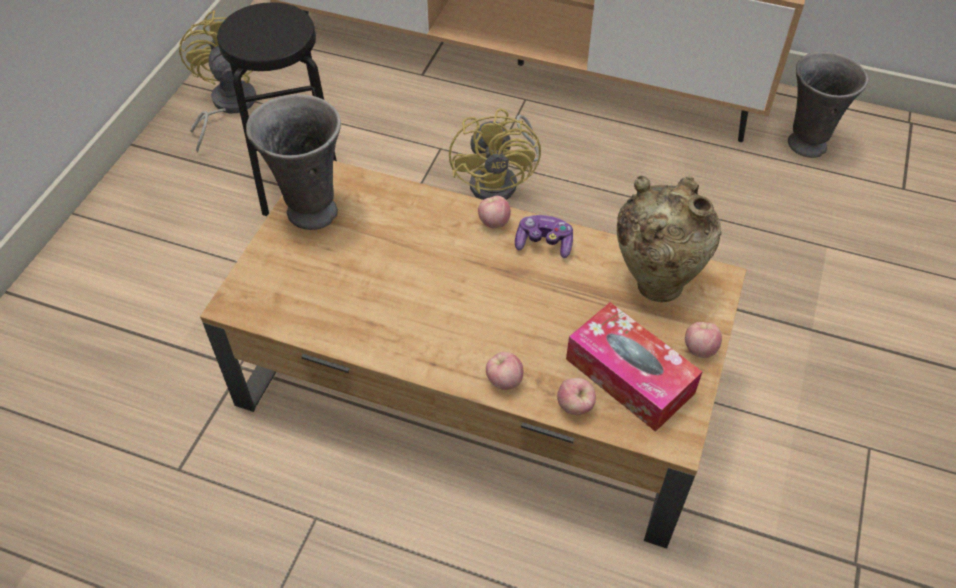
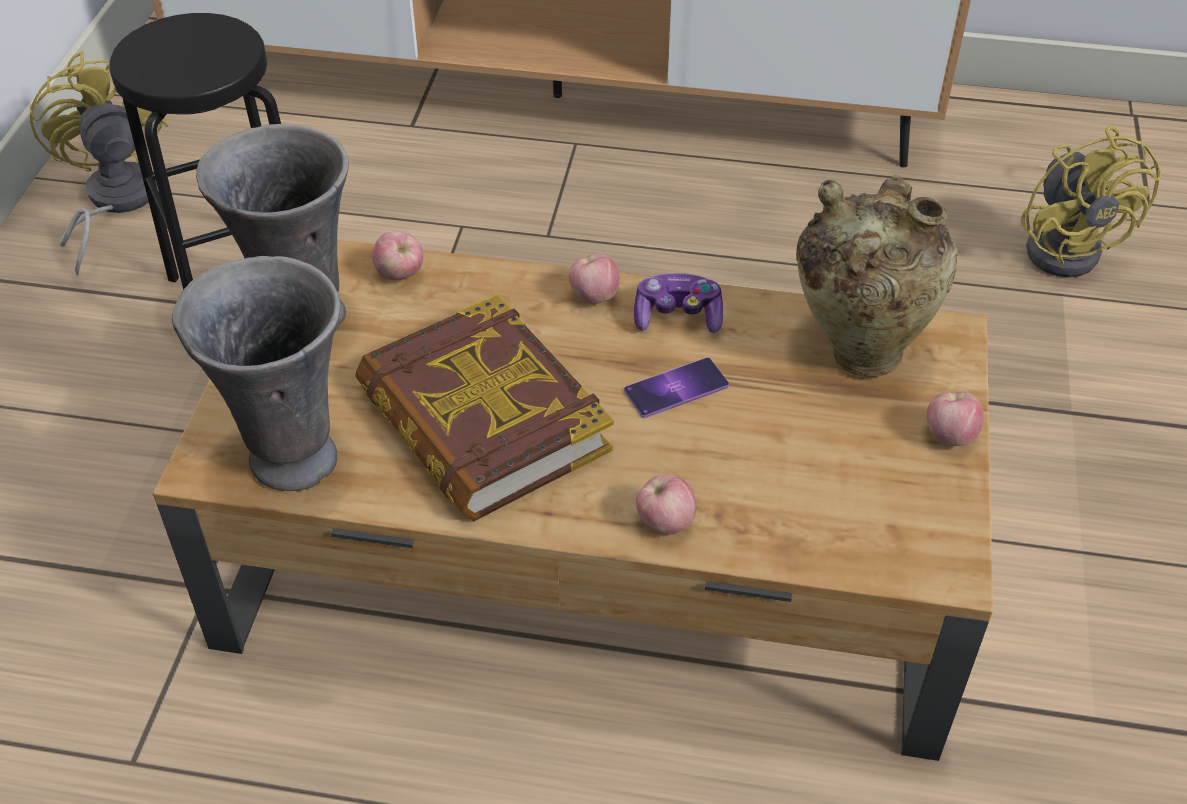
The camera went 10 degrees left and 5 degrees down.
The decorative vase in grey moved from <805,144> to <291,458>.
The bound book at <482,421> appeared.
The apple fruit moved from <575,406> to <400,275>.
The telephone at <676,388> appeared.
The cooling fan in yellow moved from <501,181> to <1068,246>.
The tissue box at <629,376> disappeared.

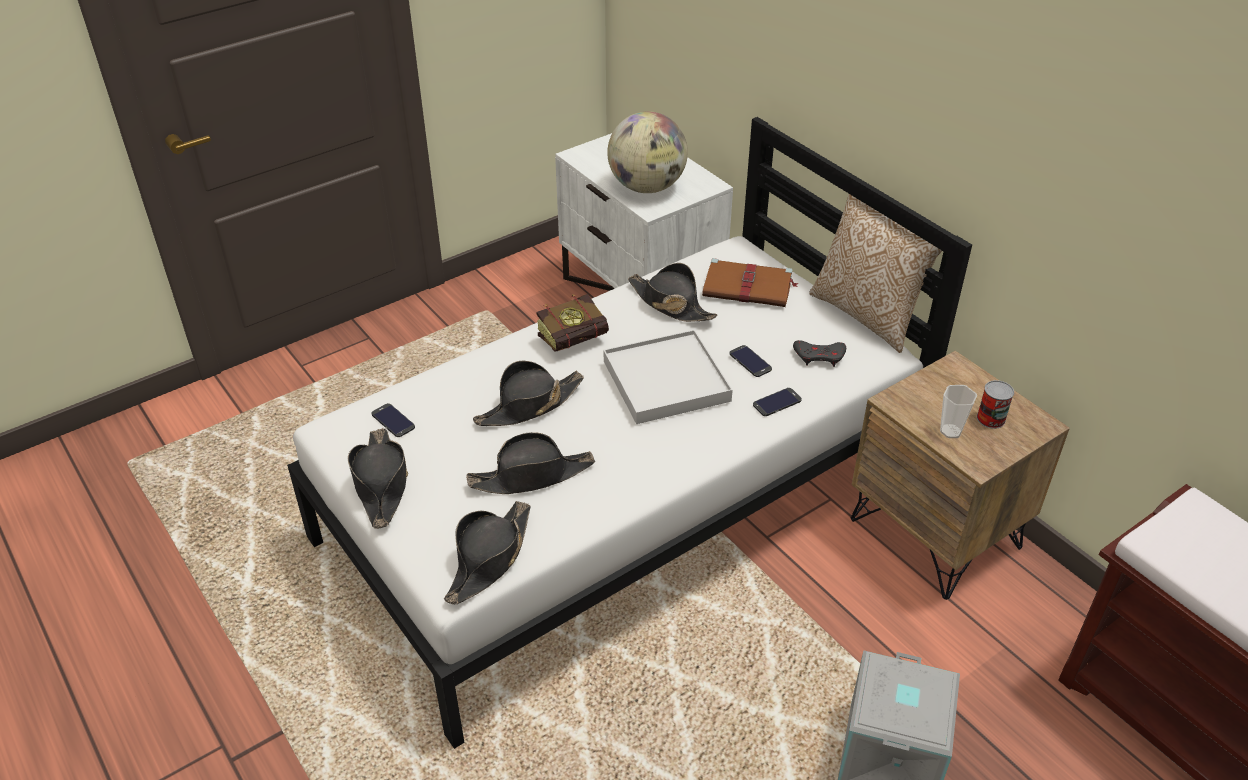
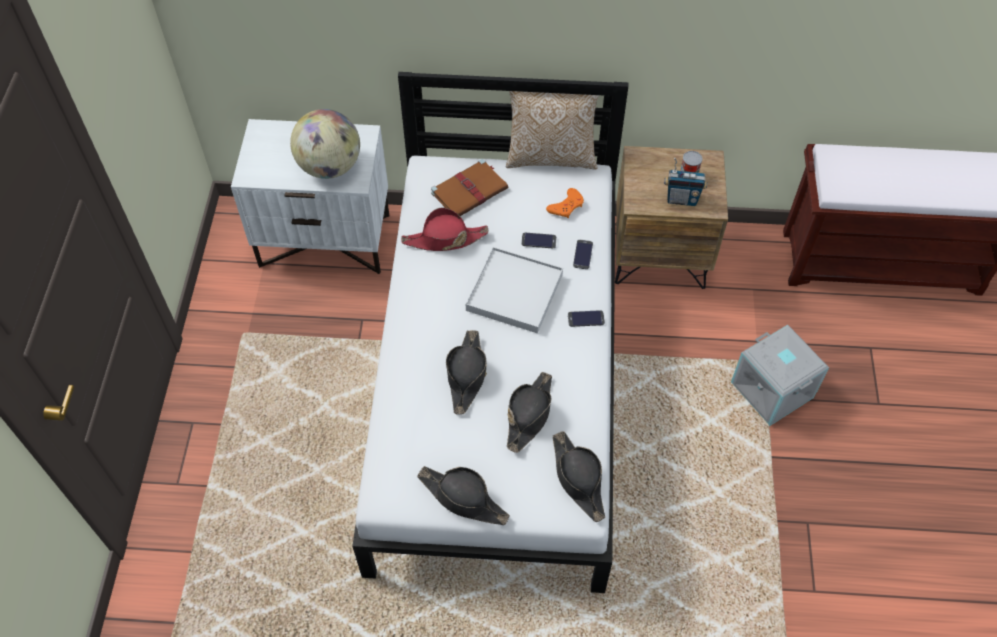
The camera went 50 degrees left and 15 degrees up.
The clothing hat in black-coloured at <670,303> became the clothing hat in reddish at <444,239>.
The joypad in grey at <819,356> became the joypad in orange at <566,206>.
The telephone moved from <393,420> to <586,318>.
The small cup at <950,431> was replaced by the radio receiver at <681,199>.
The bound book at <579,339> disappeared.

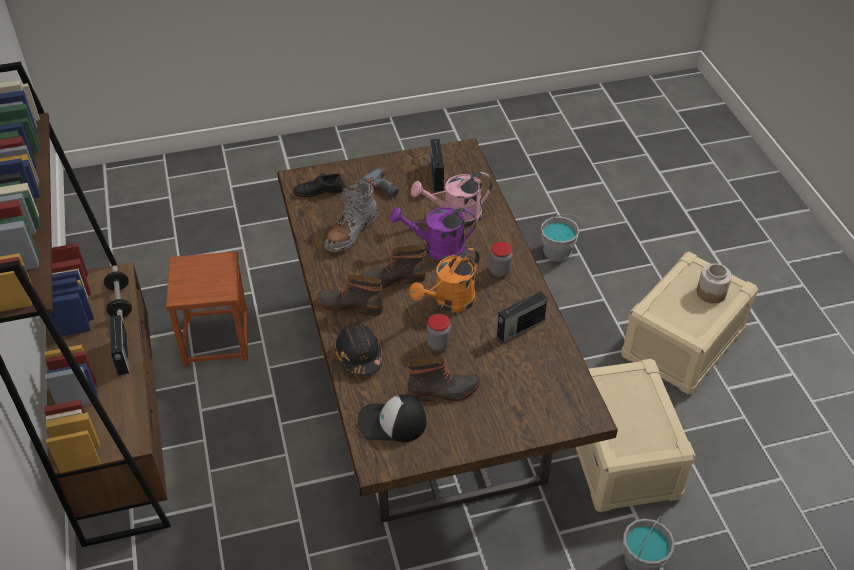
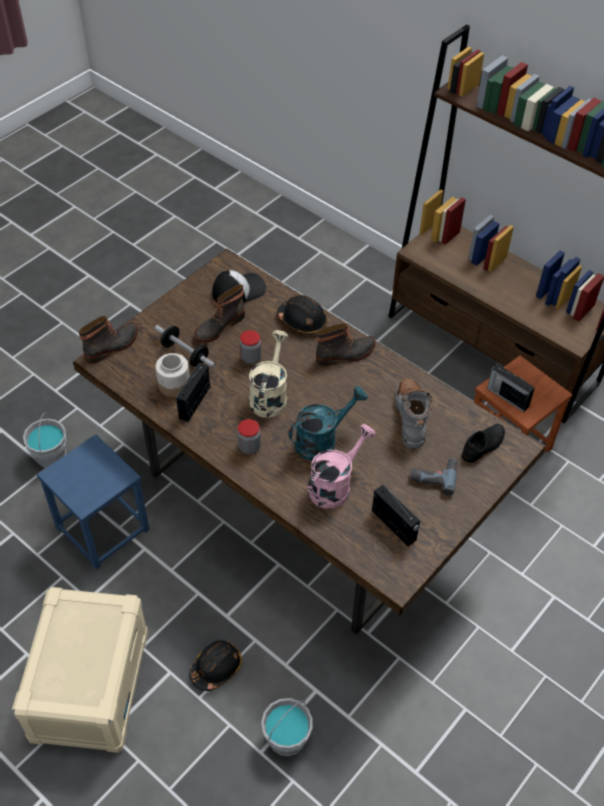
The camera went 145 degrees right and 5 degrees up.
The storage box in beige at <621,455> was replaced by the stool in blue-coloured at <102,529>.
The high-top boot moved from <392,278> to <112,346>.
The dumbbell moved from <120,302> to <185,354>.
The preserve jar moved from <711,292> to <174,385>.
The safety helmet in black-coloured at <216,668> appeared.
The sprinkling can in orange at <449,302> became the sprinkling can in beige at <269,395>.
The sprinkling can in purple at <437,249> became the sprinkling can in turquoise-coloured at <322,440>.
The radio receiver moved from <122,356> to <507,397>.

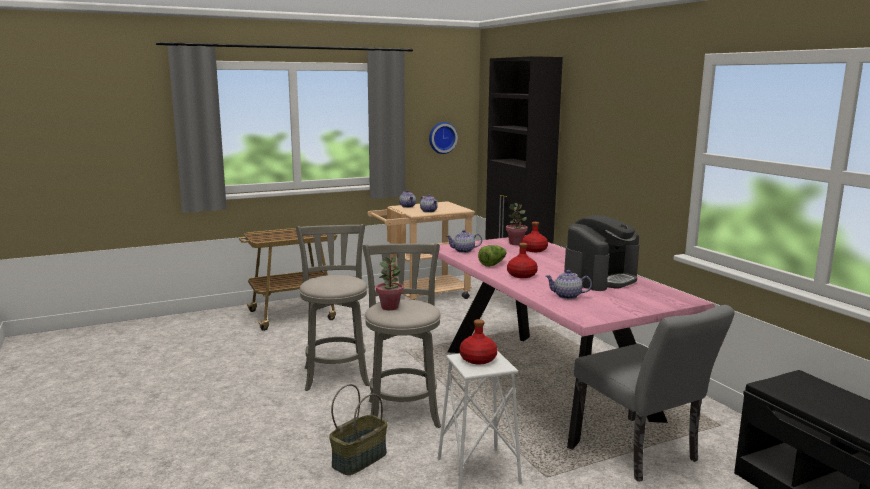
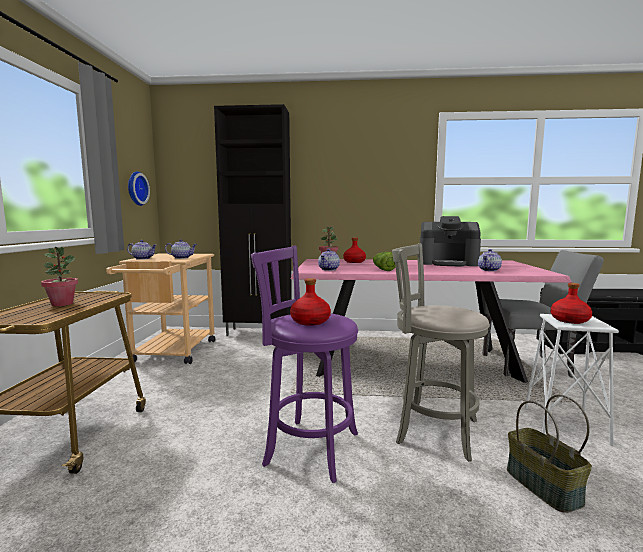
The camera went 60 degrees left and 5 degrees down.
The houseplant moved from <390,307> to <62,304>.
The stool in grey at <336,374> became the stool in purple at <307,447>.
The drink bottle in reddish moved from <522,275> to <310,321>.
The coffee brewer at <600,279> turned 120 degrees clockwise.

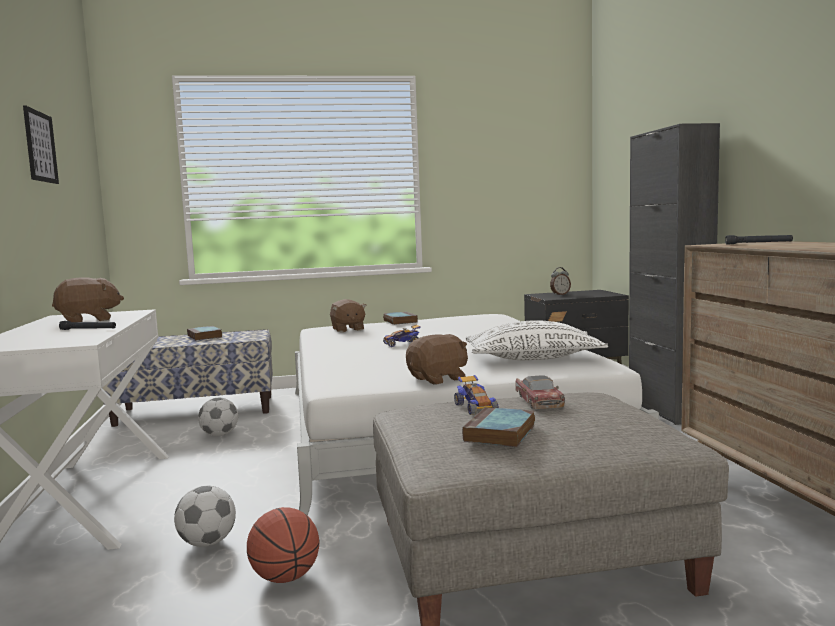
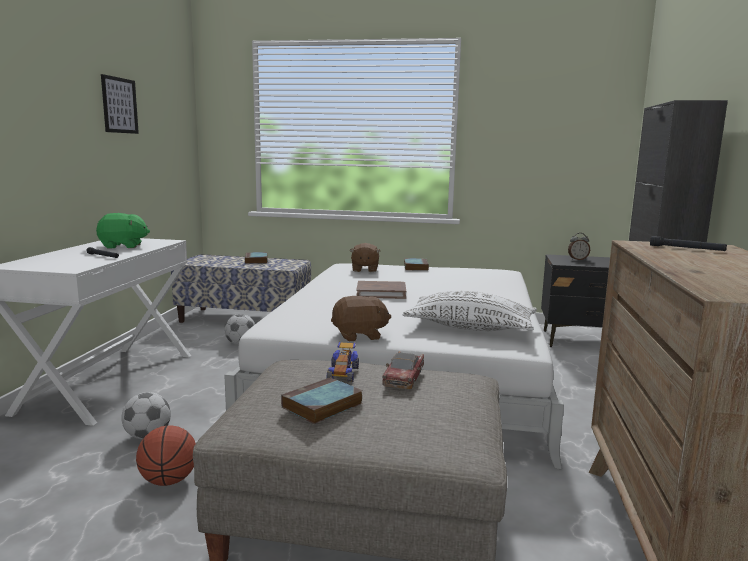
The camera went 20 degrees right and 5 degrees up.
The plush toy in brownish at <88,320> became the plush toy in greenish at <123,246>.
The model car at <402,344> was replaced by the bound book in brownish at <381,293>.

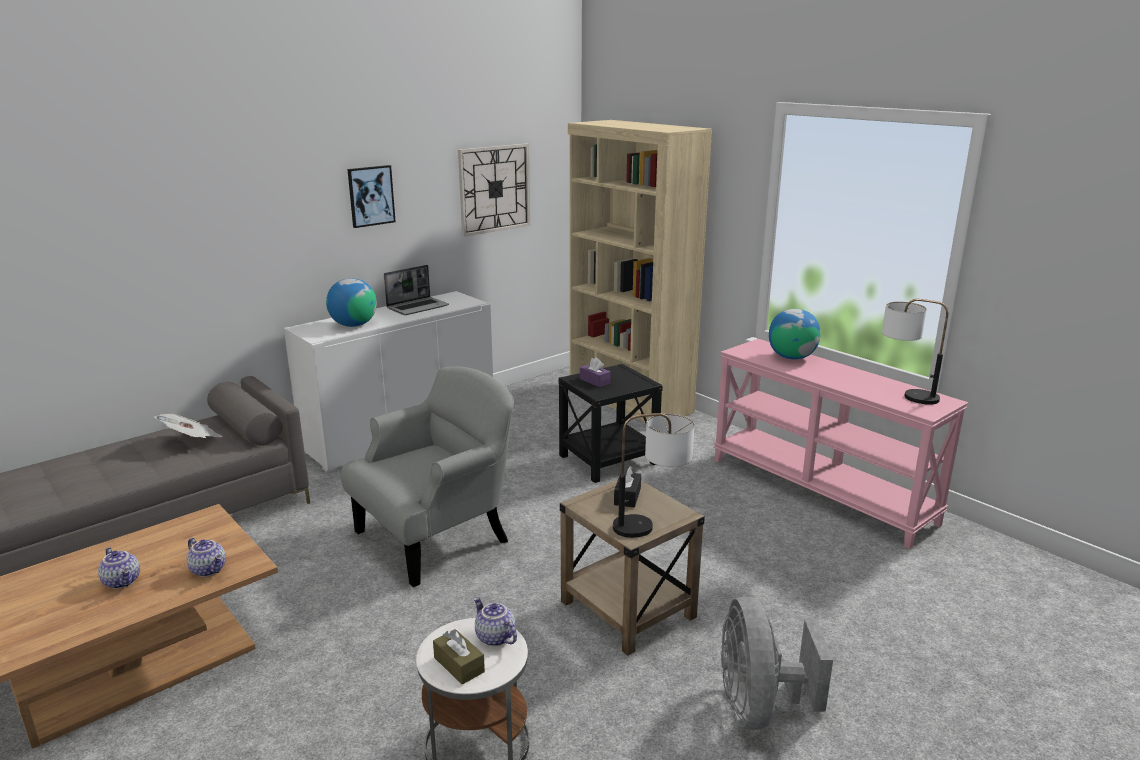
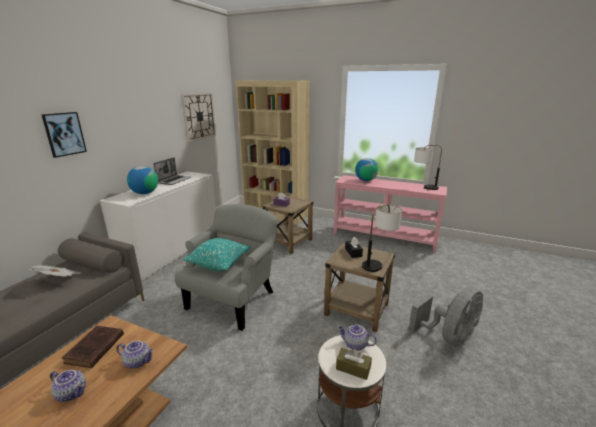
The camera went 25 degrees left and 0 degrees up.
The picture moved from <371,196> to <64,134>.
The bound book in brownish at <94,349> appeared.
The pillow in turquoise-coloured at <219,265> appeared.
The side table in black-coloured at <608,460> became the side table in beige at <288,242>.
The cooling fan in grey at <759,707> turned 105 degrees counterclockwise.

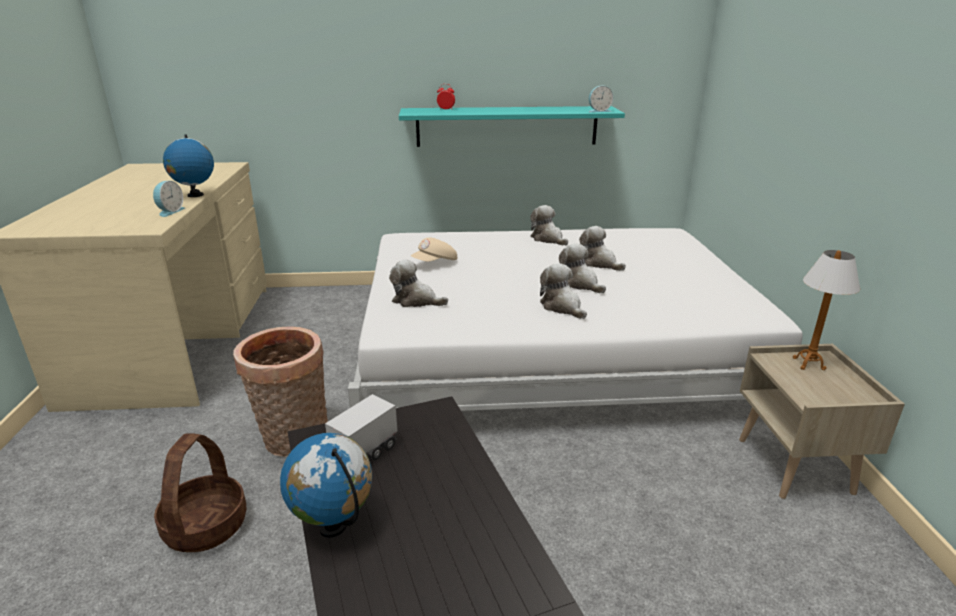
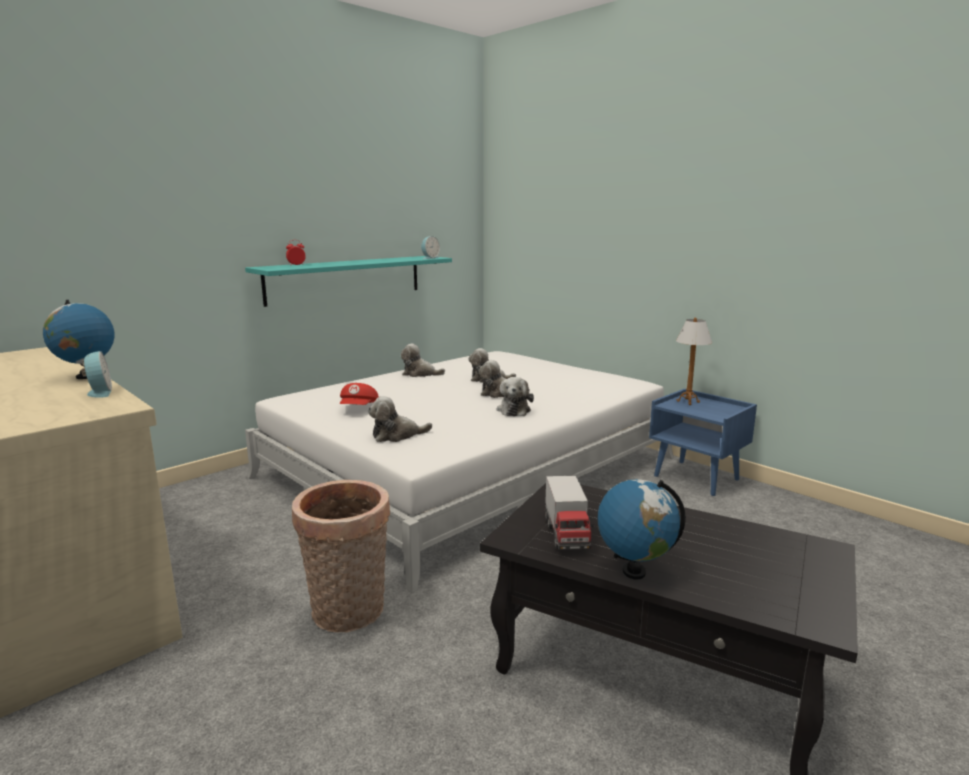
The camera went 40 degrees left and 10 degrees down.
The peaked cap in beige at <435,263> became the peaked cap in reddish at <359,408>.
The plush toy at <562,307> turned 105 degrees counterclockwise.
The nightstand in beige at <796,466> became the nightstand in blue-coloured at <697,478>.
The basket at <205,526> disappeared.

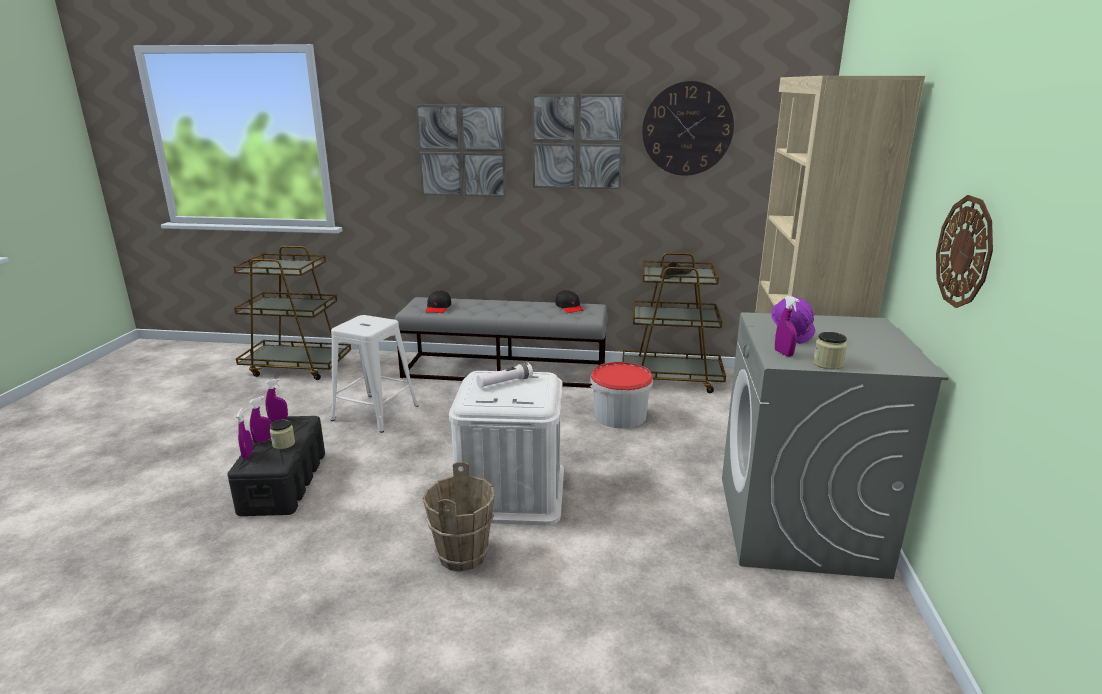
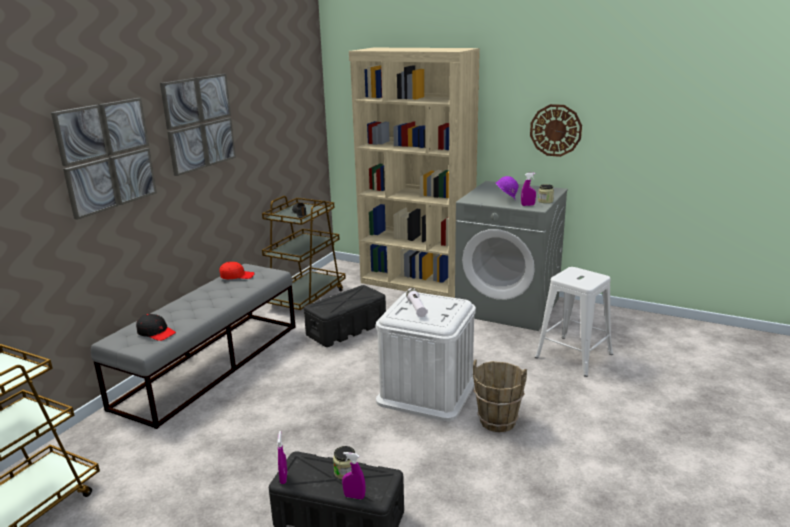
The camera went 70 degrees left and 0 degrees up.
The peaked cap in black-coloured at <569,307> became the peaked cap in reddish at <237,276>.
The water bucket at <620,415> was replaced by the storage box in black-coloured at <347,329>.
The stool in white-coloured moved from <375,412> to <573,355>.
The hand sprayer in purple at <263,440> disappeared.
The hanging clock at <687,129> disappeared.

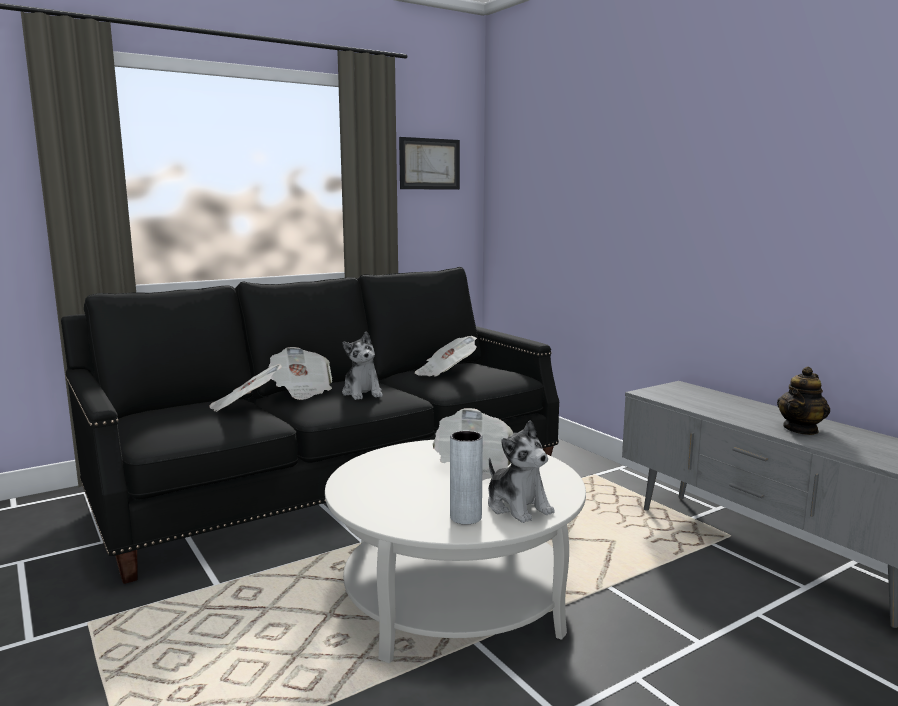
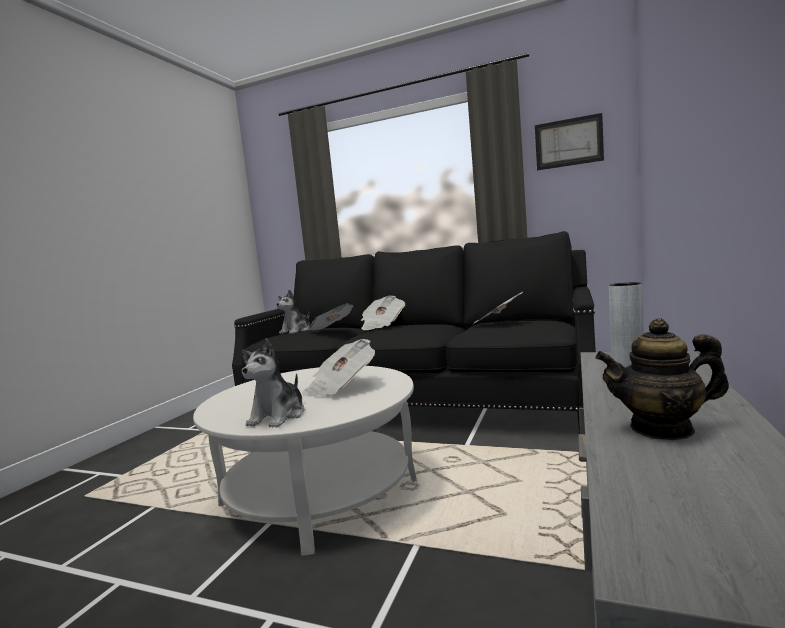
The camera went 55 degrees right and 5 degrees down.
The plush toy moved from <362,393> to <296,331>.
The decorative vase in grey moved from <465,517> to <628,364>.

